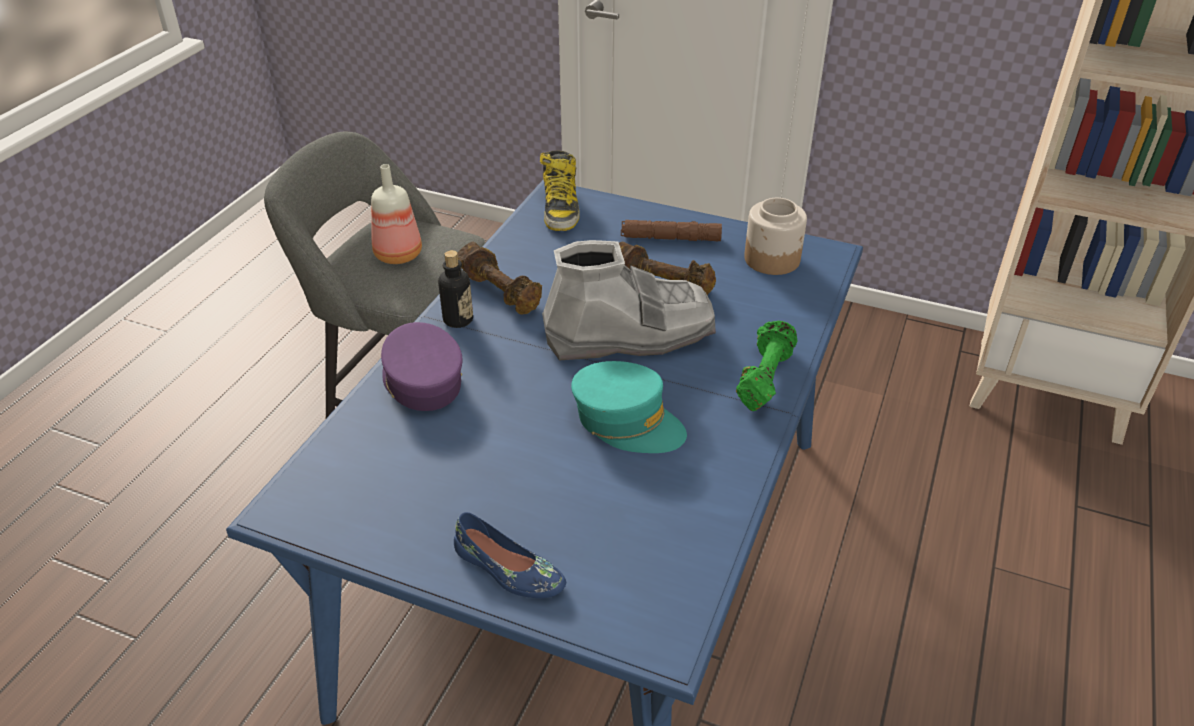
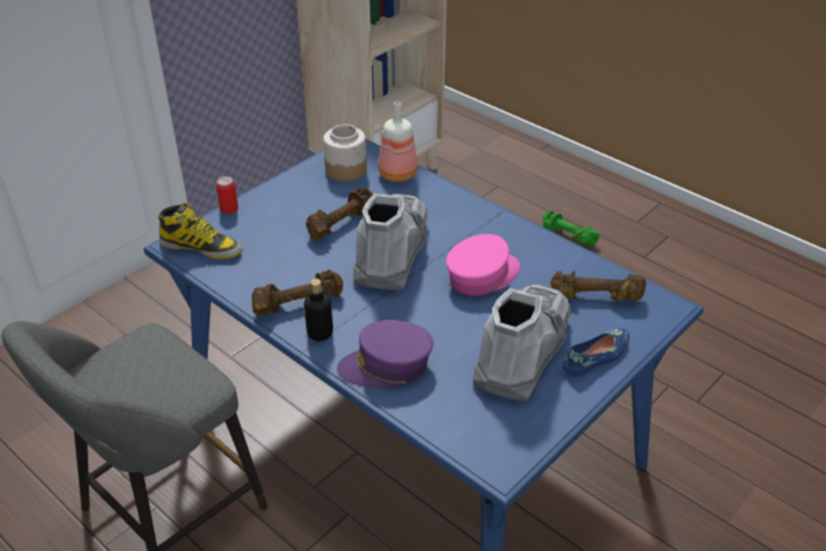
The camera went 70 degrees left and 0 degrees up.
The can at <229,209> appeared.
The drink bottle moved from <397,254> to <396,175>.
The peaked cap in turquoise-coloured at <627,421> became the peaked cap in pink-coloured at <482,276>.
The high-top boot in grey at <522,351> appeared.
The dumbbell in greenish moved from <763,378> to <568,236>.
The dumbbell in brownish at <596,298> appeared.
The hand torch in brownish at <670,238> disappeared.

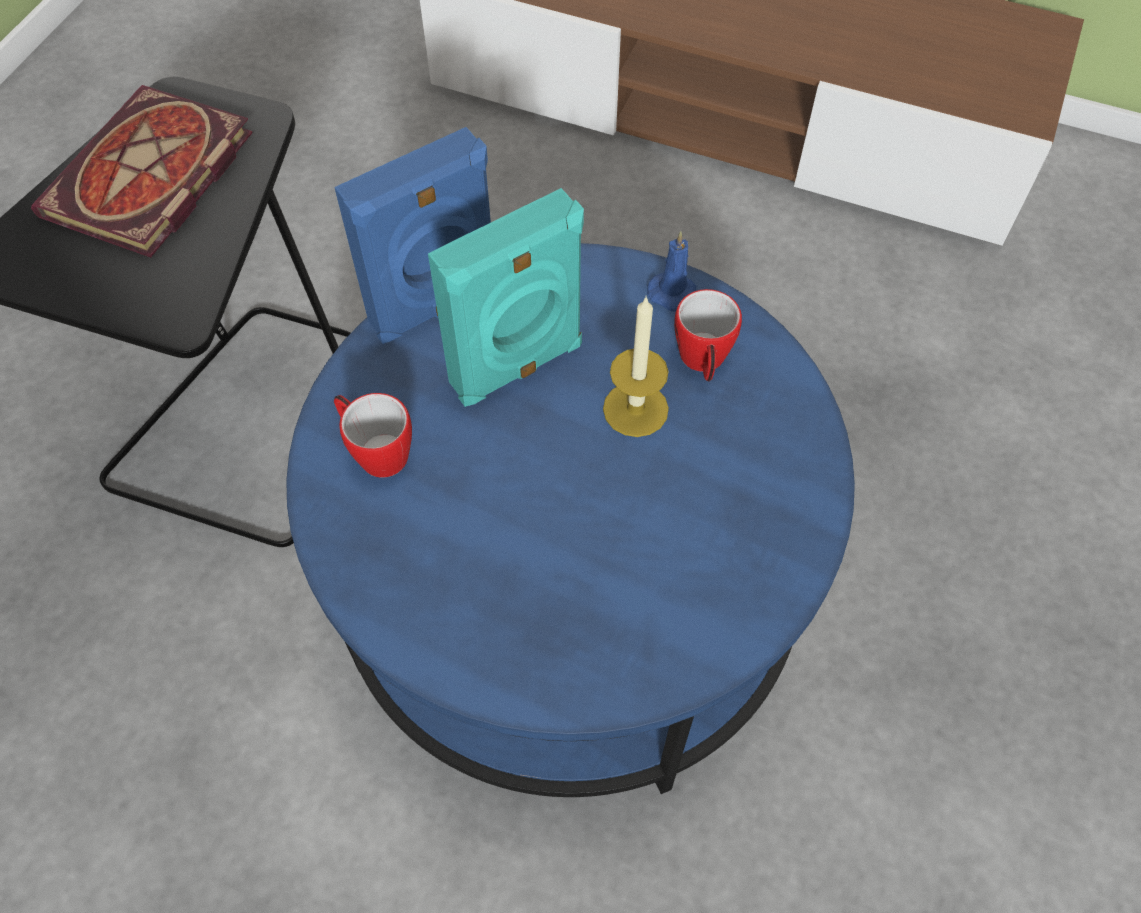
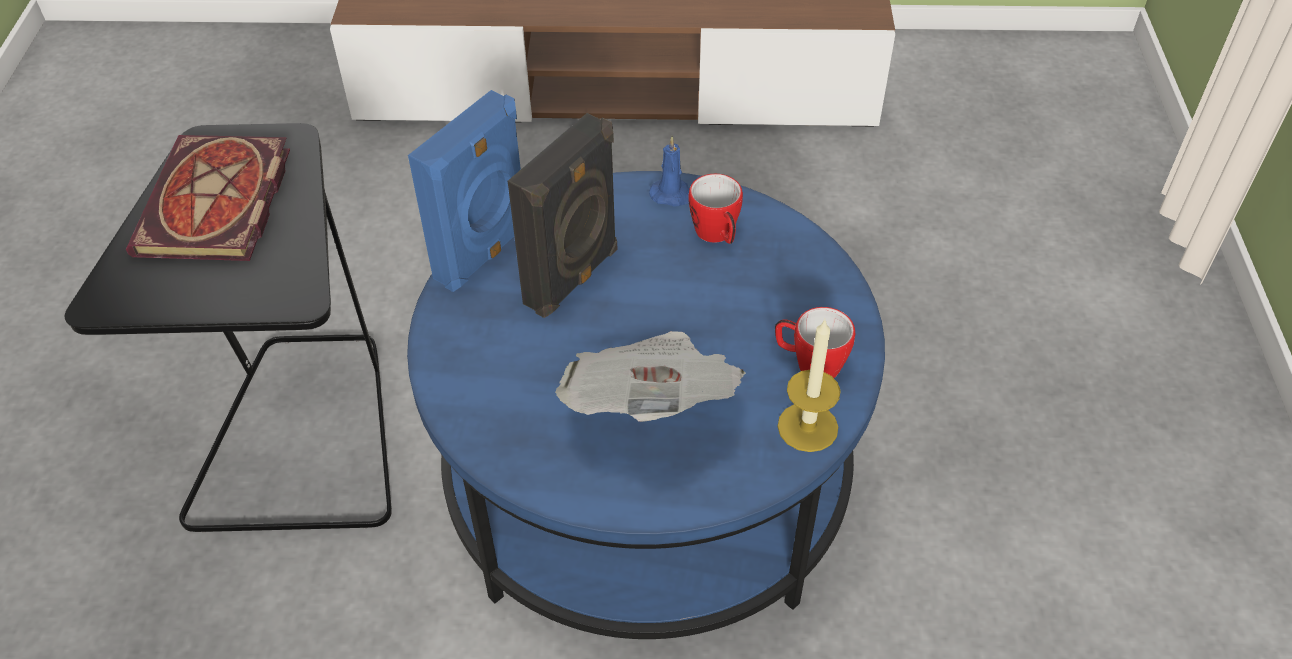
The camera went 20 degrees left and 10 degrees down.
The audio speaker in turquoise-coloured at <518,367> became the audio speaker in black-coloured at <574,278>.
The printed paper at <651,404> appeared.
The coffee mug moved from <376,451> to <809,364>.
The wax candle moved from <635,409> to <807,427>.

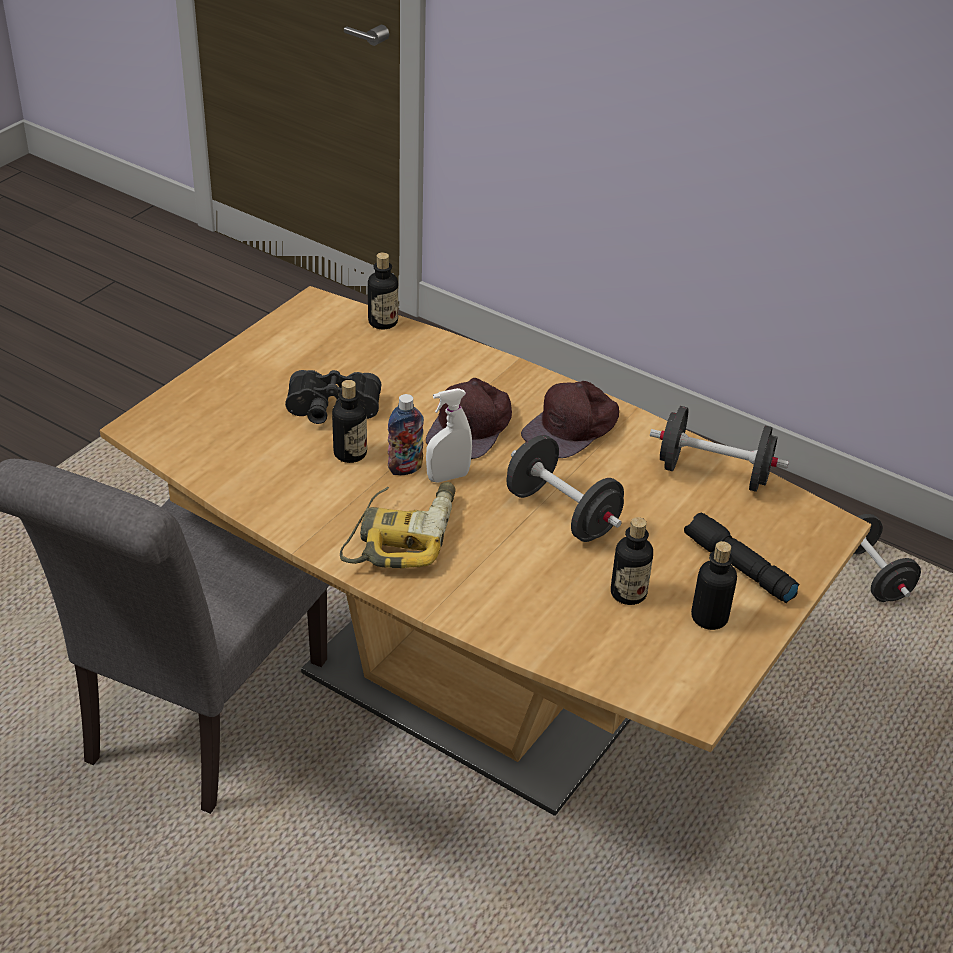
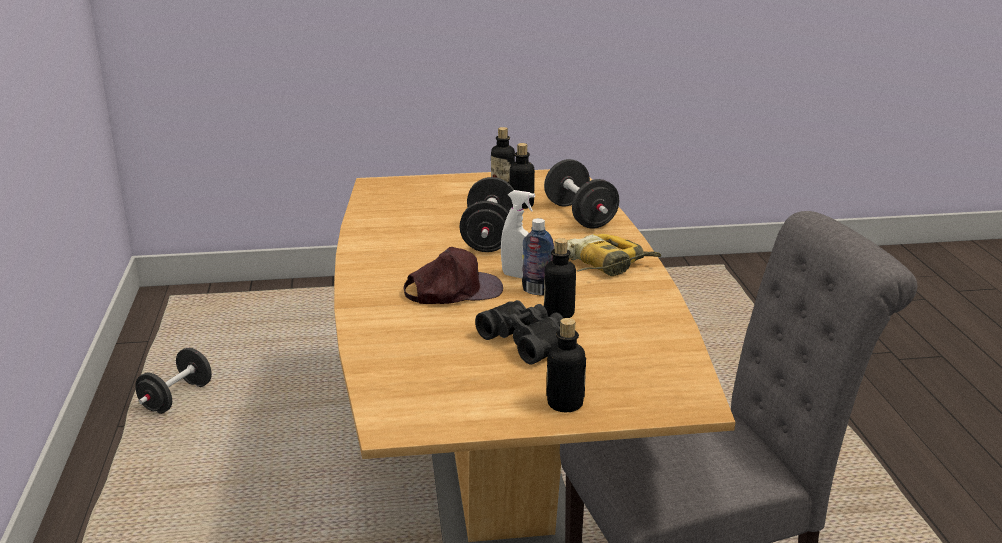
The camera went 130 degrees left and 15 degrees down.
The dumbbell in black-coloured moved from <713,473> to <580,216>.
The drink bottle moved from <383,322> to <565,404>.
The peaked cap in brownish at <572,428> disappeared.
The hand torch in black-coloured at <737,567> disappeared.

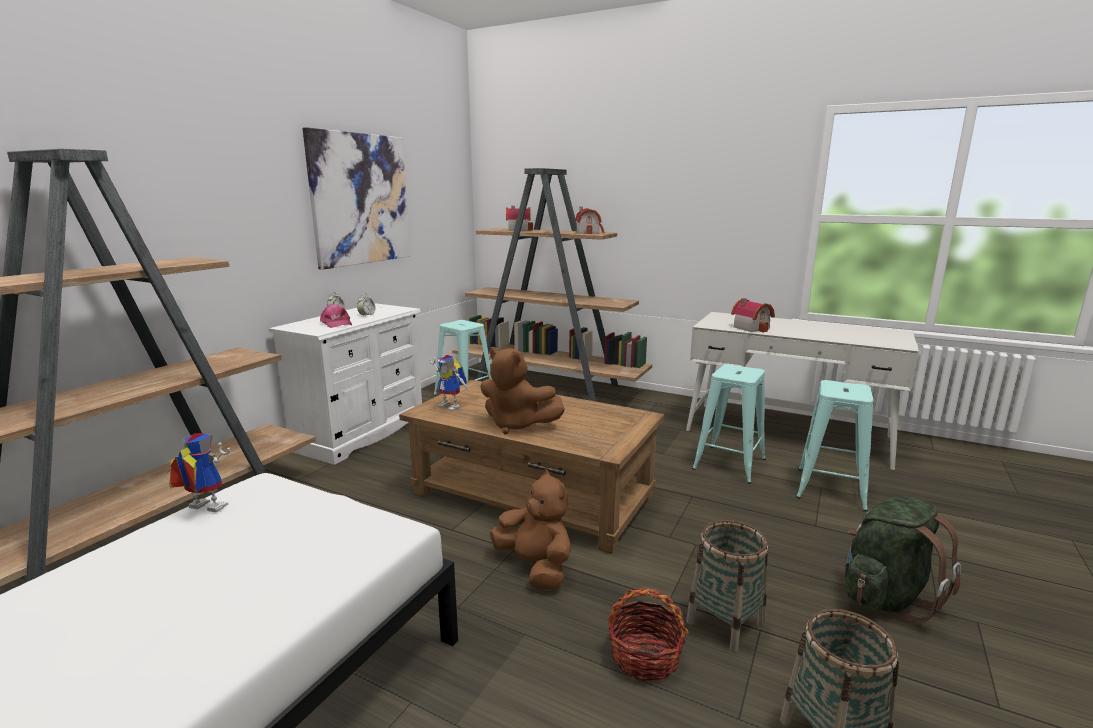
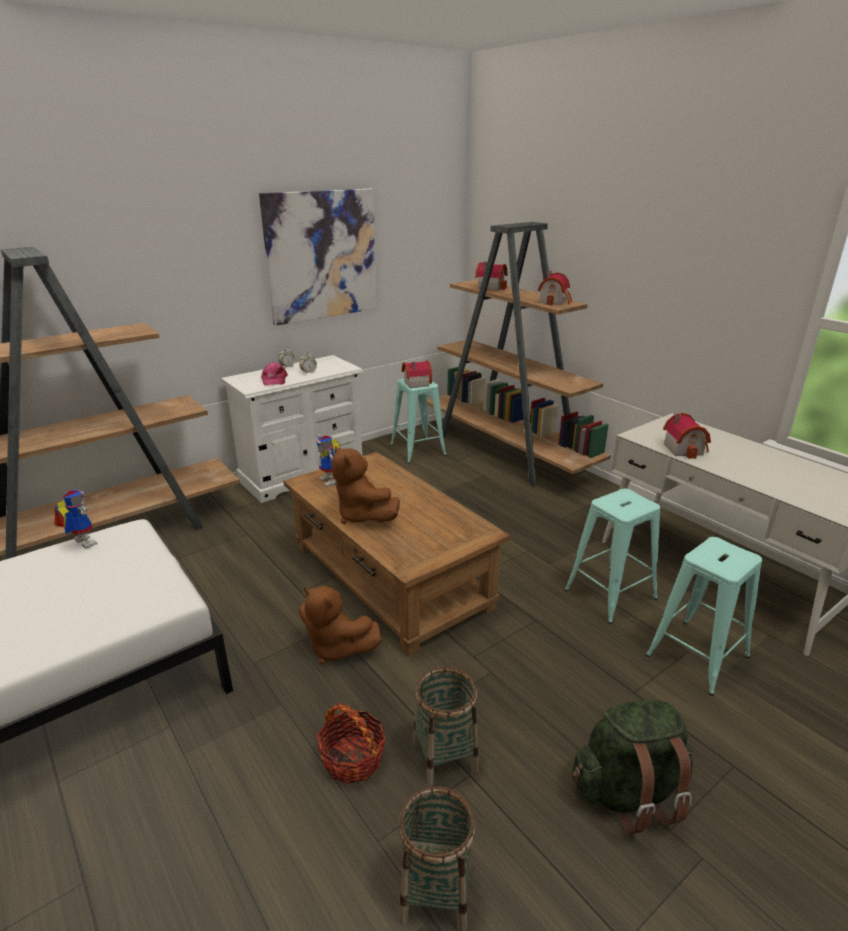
The camera went 25 degrees right and 10 degrees up.
The plush toy in brownish at <535,567> turned 135 degrees clockwise.
The toy house at <415,383> appeared.

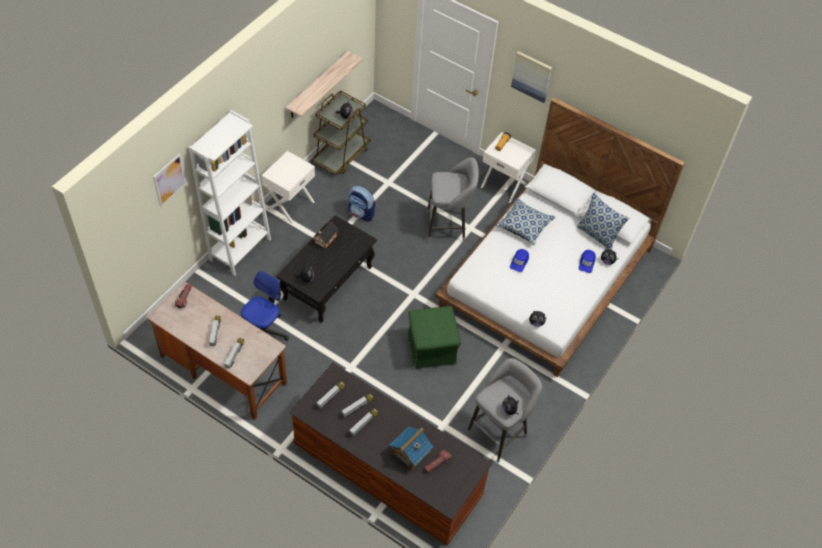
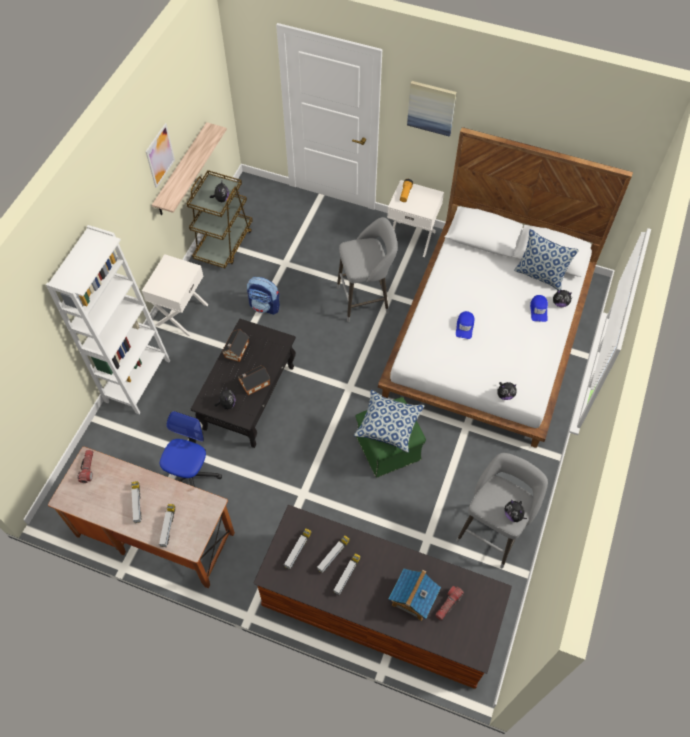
The camera went 10 degrees left and 5 degrees up.
The picture moved from <169,180> to <160,155>.
The toy house at <254,384> appeared.
The pillow moved from <524,226> to <389,425>.

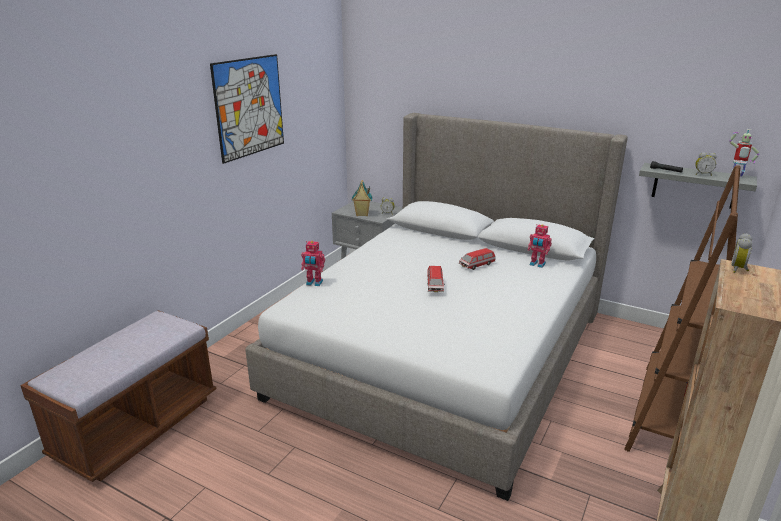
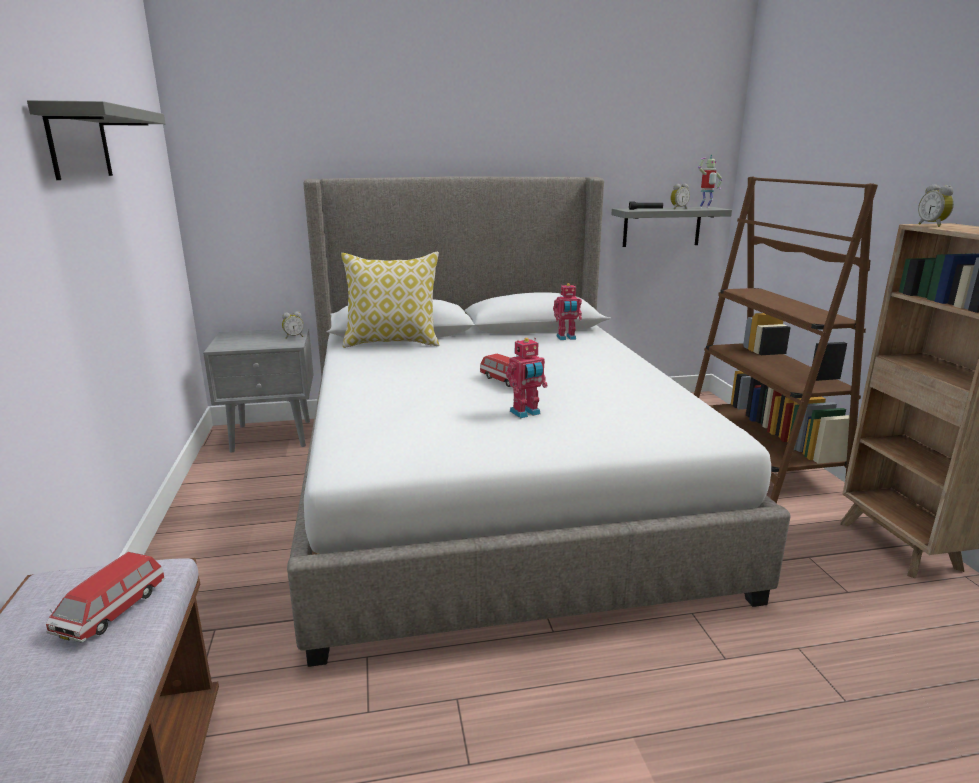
The camera went 40 degrees left and 5 degrees down.
The picture at <249,107> was replaced by the bracket shelf in grey at <79,143>.
The model car moved from <477,265> to <111,611>.
The pillow at <393,342> appeared.
The model robot moved from <314,283> to <526,413>.
The toy house at <362,214> disappeared.

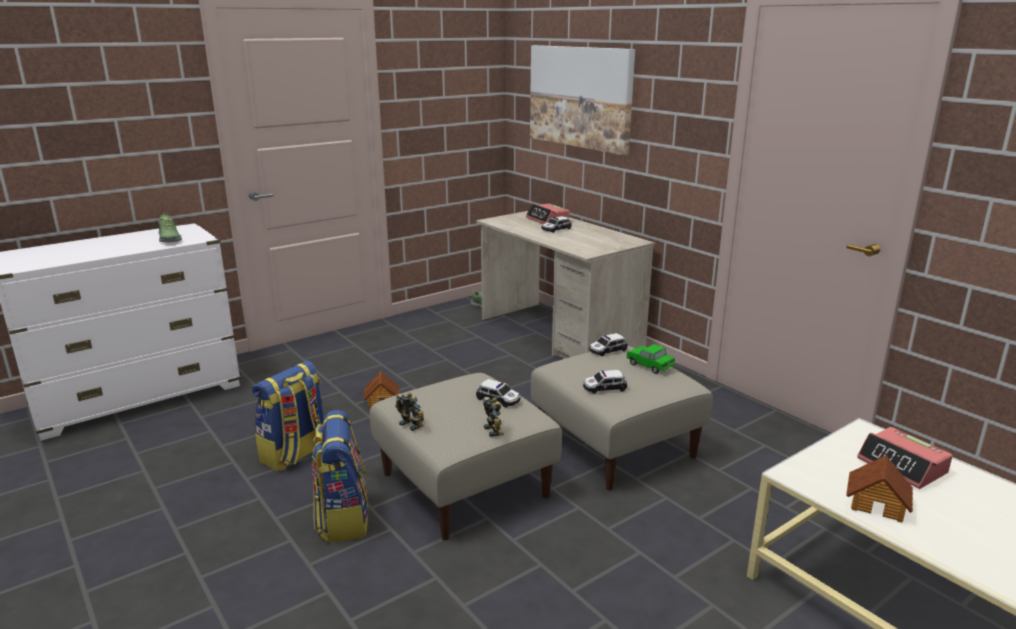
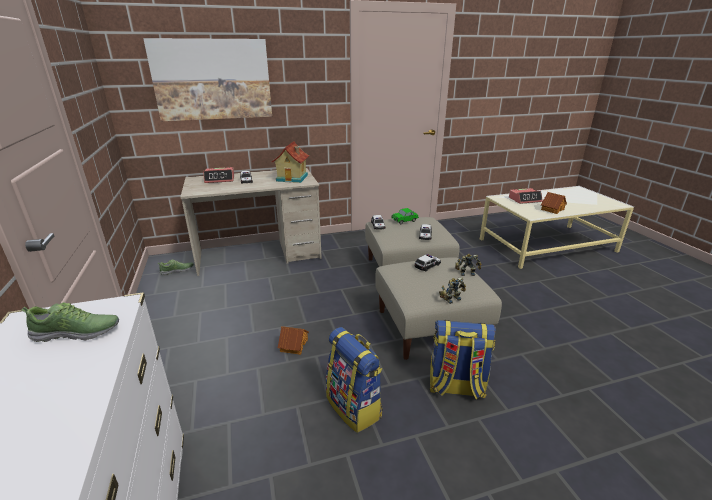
The camera went 70 degrees left and 5 degrees up.
The toy house at <293,178> appeared.

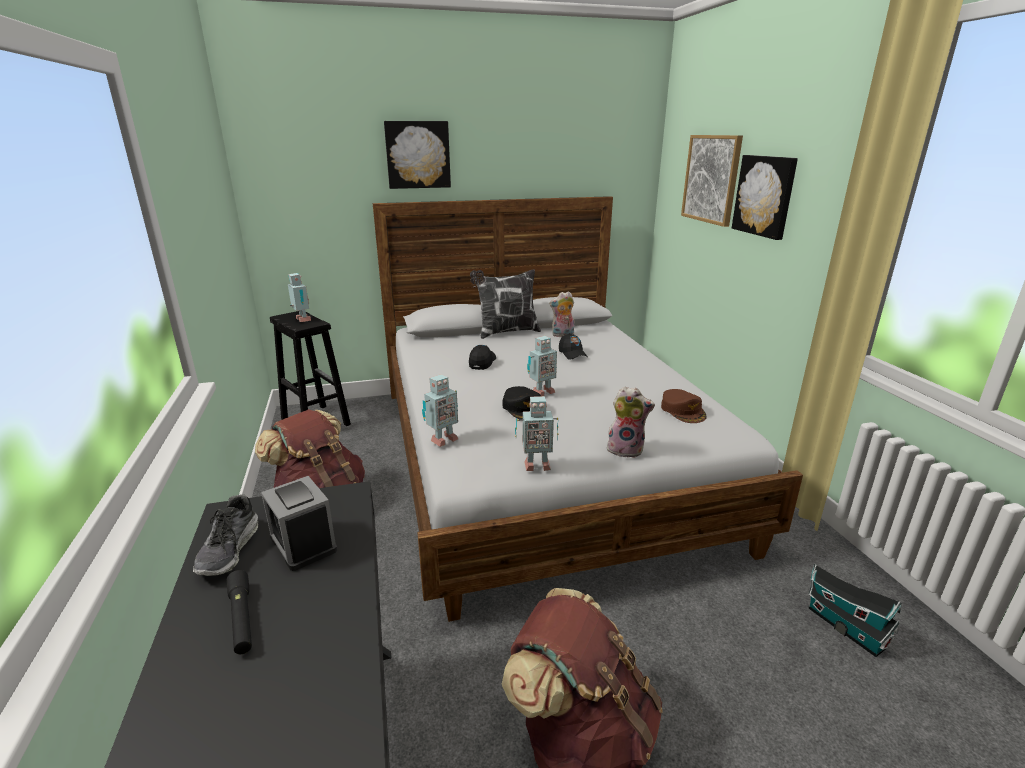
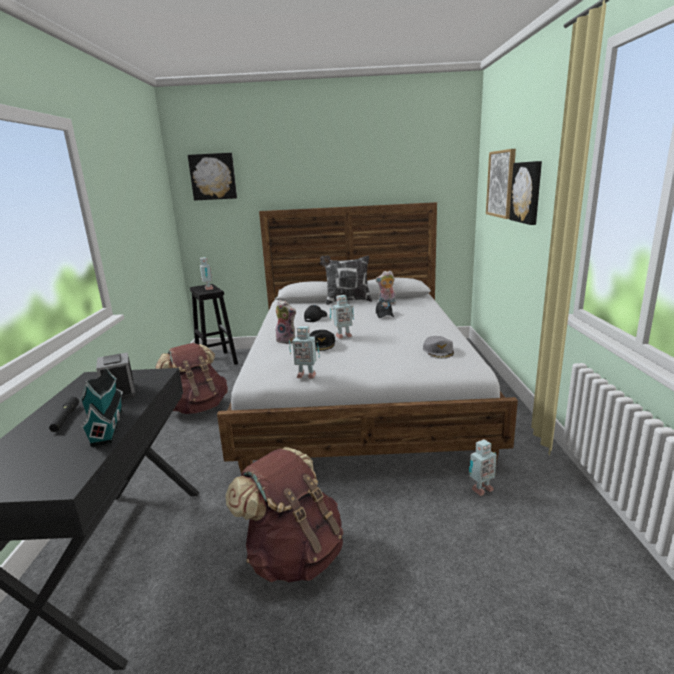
The camera went 15 degrees right and 5 degrees down.
The toy house moved from <843,626> to <108,425>.
The picture moved from <417,155> to <213,176>.
The plush toy moved from <626,449> to <287,340>.
The peaked cap in brownish at <683,411> became the peaked cap in grey at <438,351>.
The model robot moved from <442,440> to <480,489>.
The item of footwear at <229,549> disappeared.

